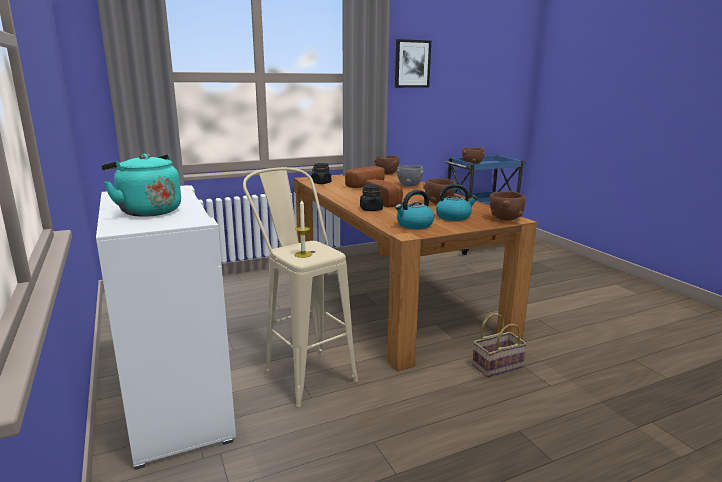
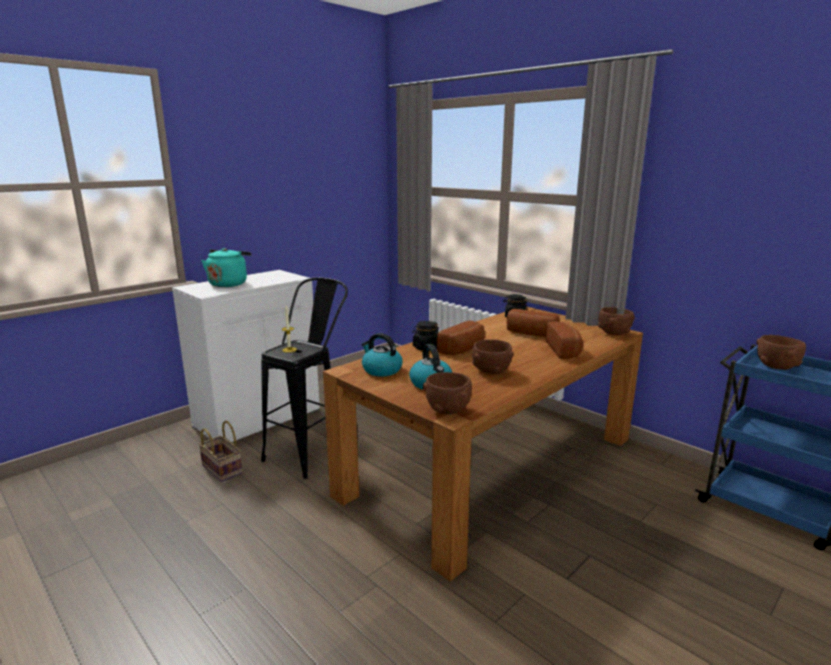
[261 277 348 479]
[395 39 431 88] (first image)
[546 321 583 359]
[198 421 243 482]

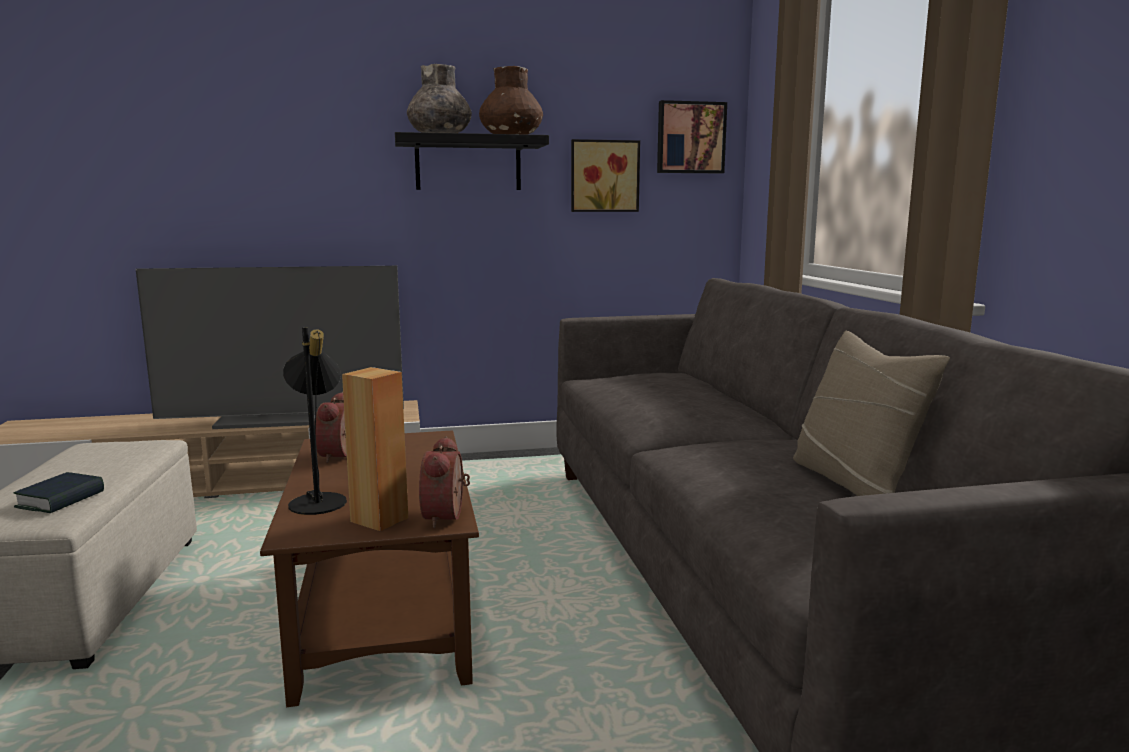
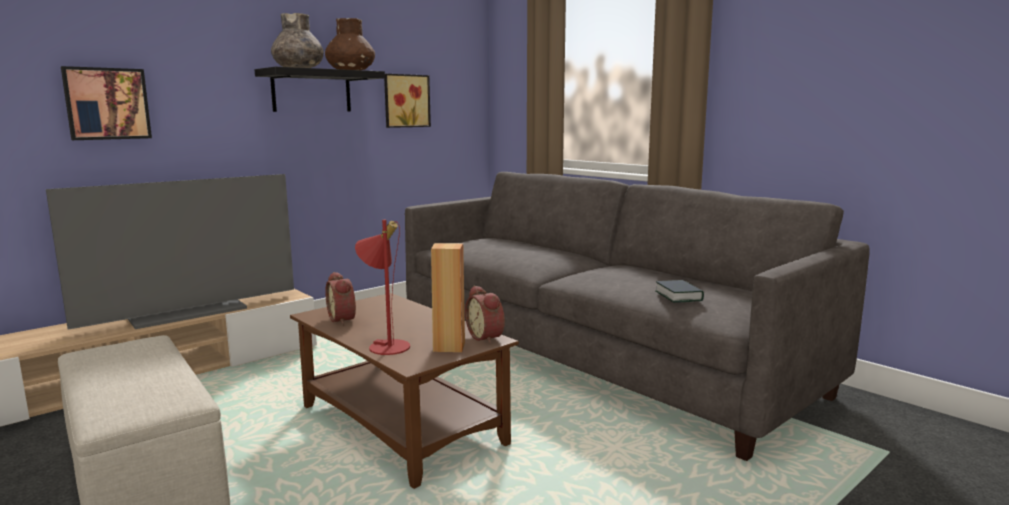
[655 280 704 303]
[355 220 410 355]
[61 66 152 140]
[793 331 950 496] (first image)

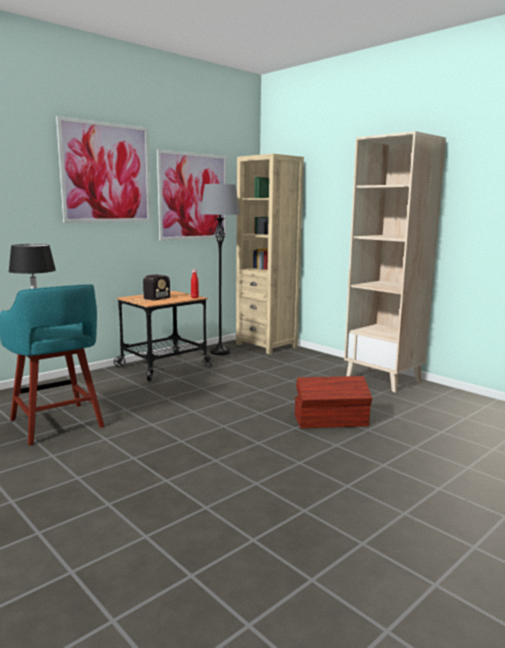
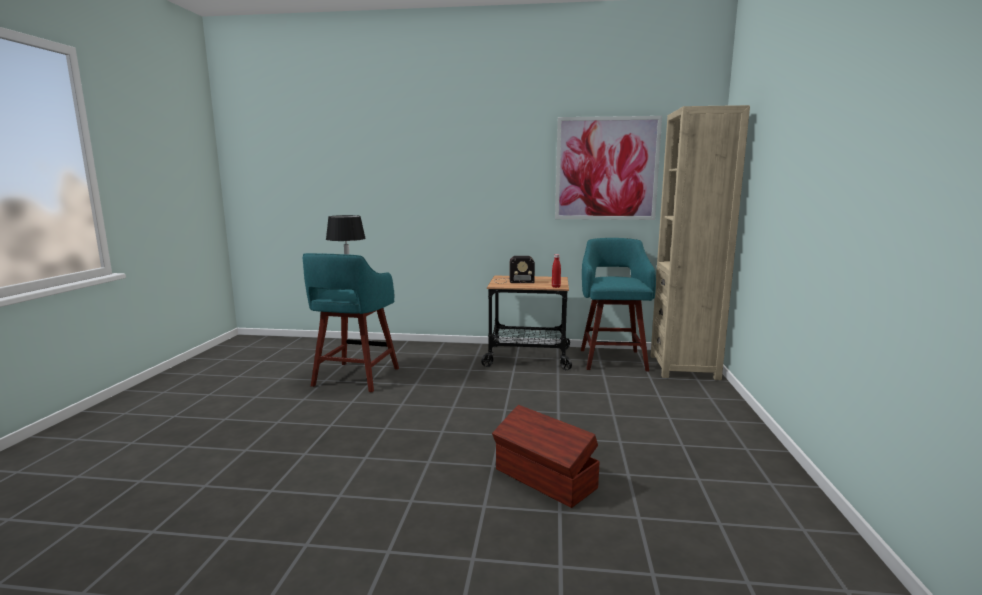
[56 116 151 223] (first image)
[581 238 656 372]
[344 131 446 393] (first image)

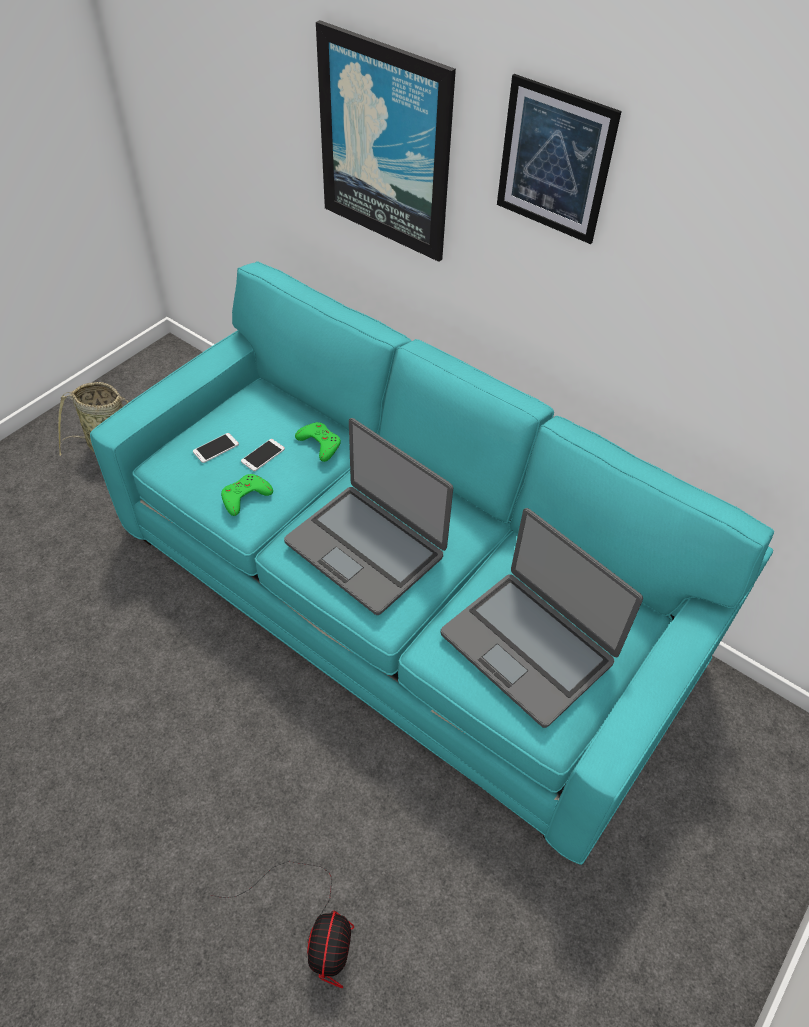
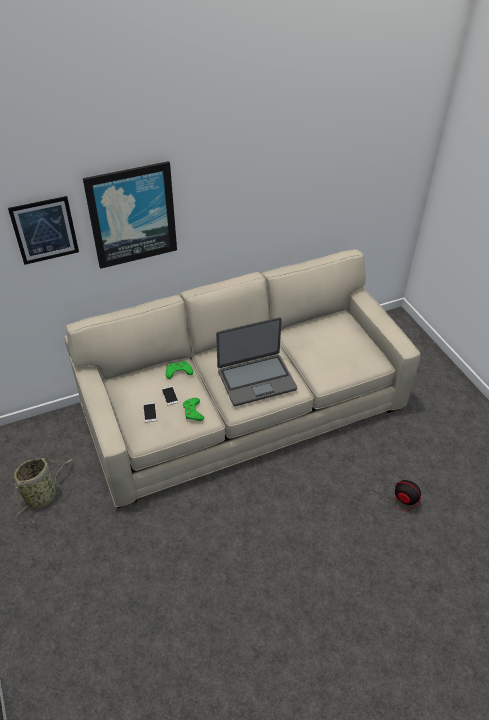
[64 249 421 508]
[441 508 643 728] (first image)
[8 196 79 265]

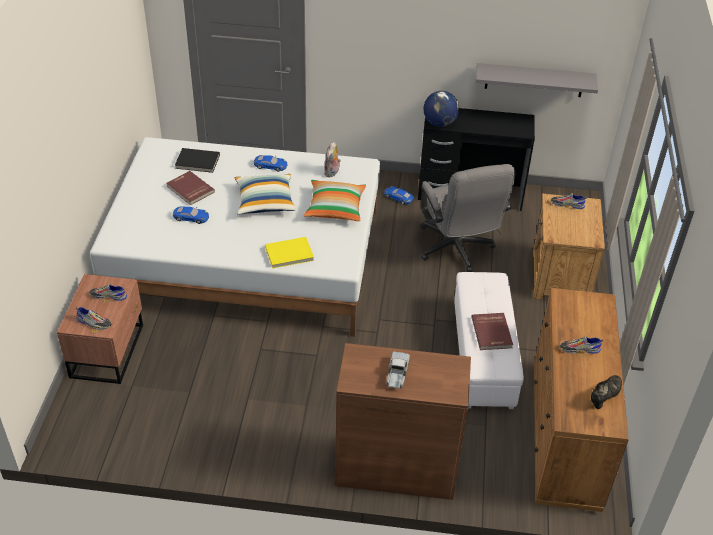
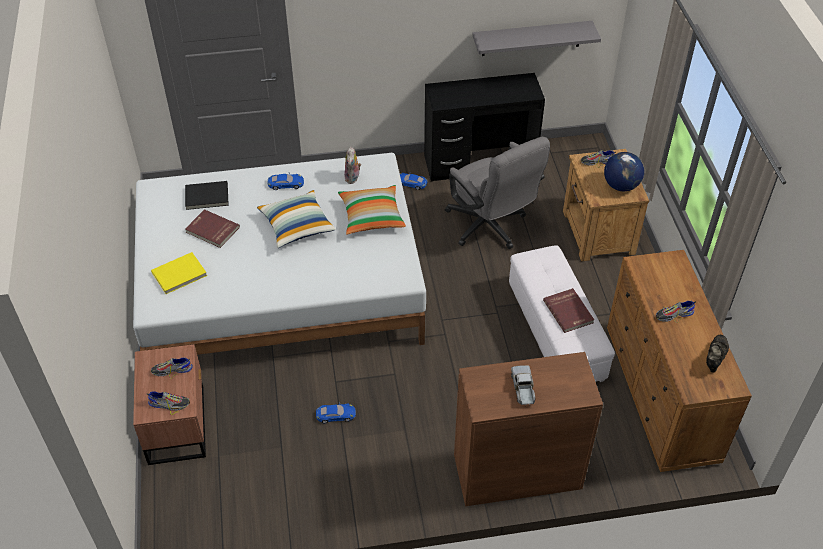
[316 402 356 423]
[151 252 207 294]
[604 152 644 191]

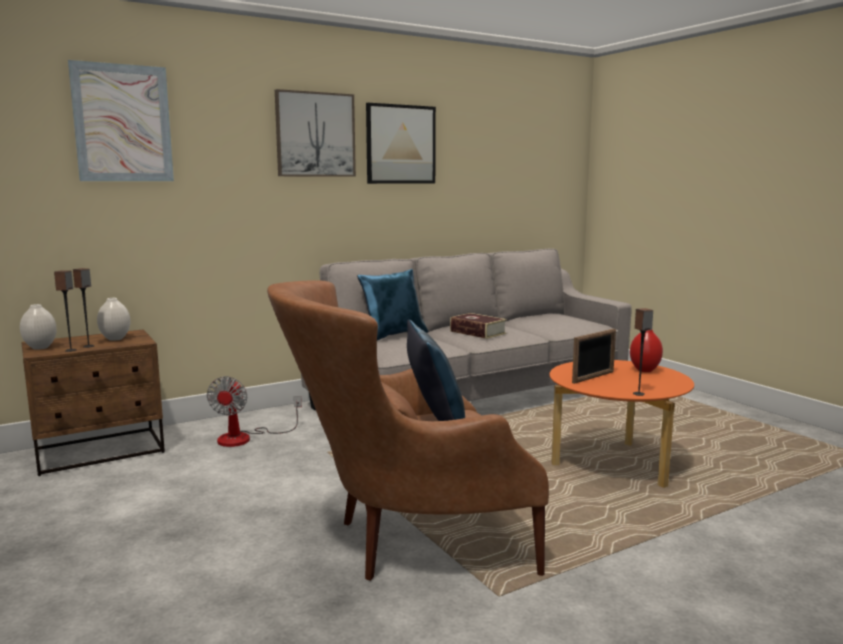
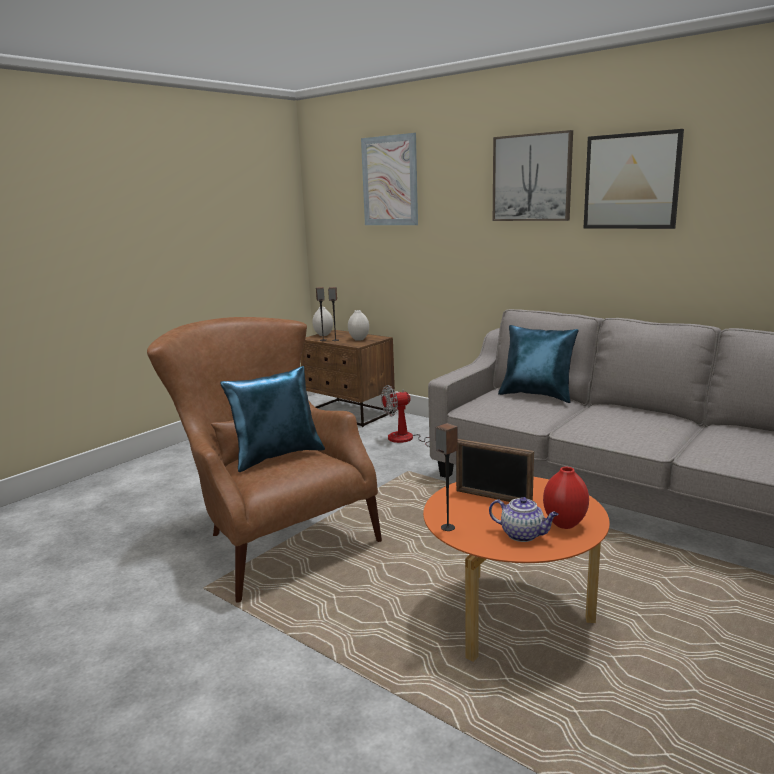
[450 313 507 339] (first image)
[489 497 559 542]

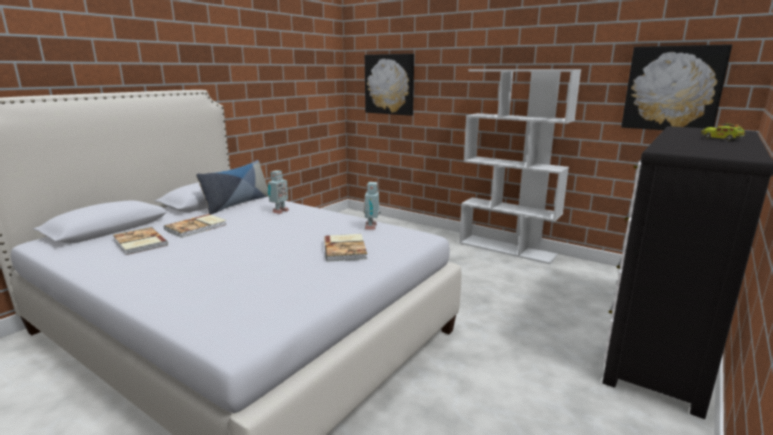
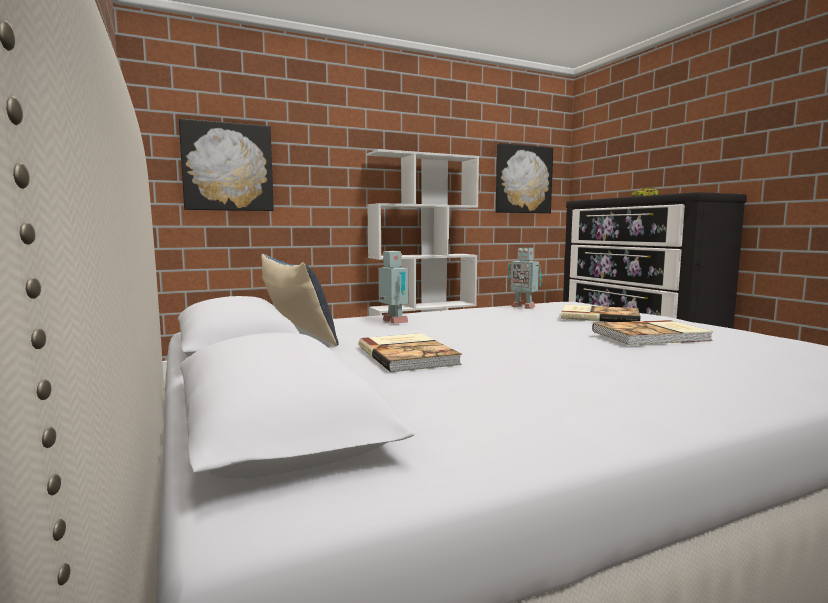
[592 320 714 345]

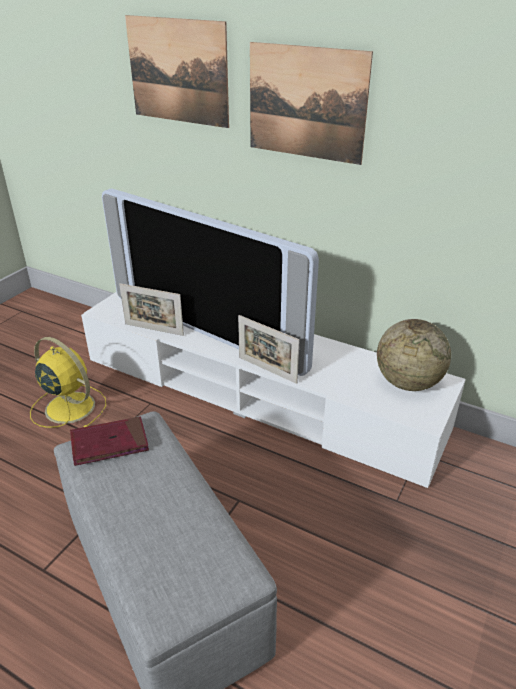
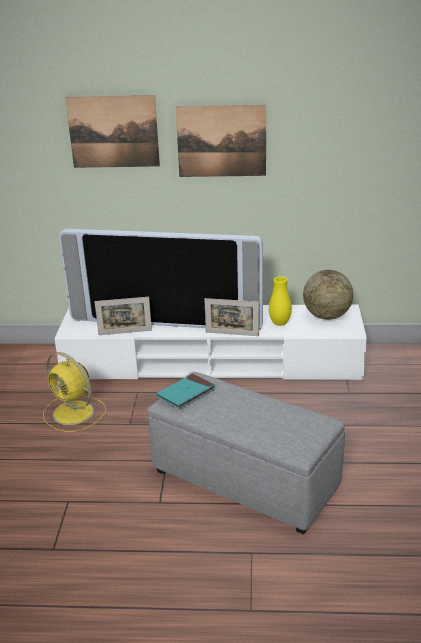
[43 352 106 432]
[156 374 216 409]
[269 276 292 326]

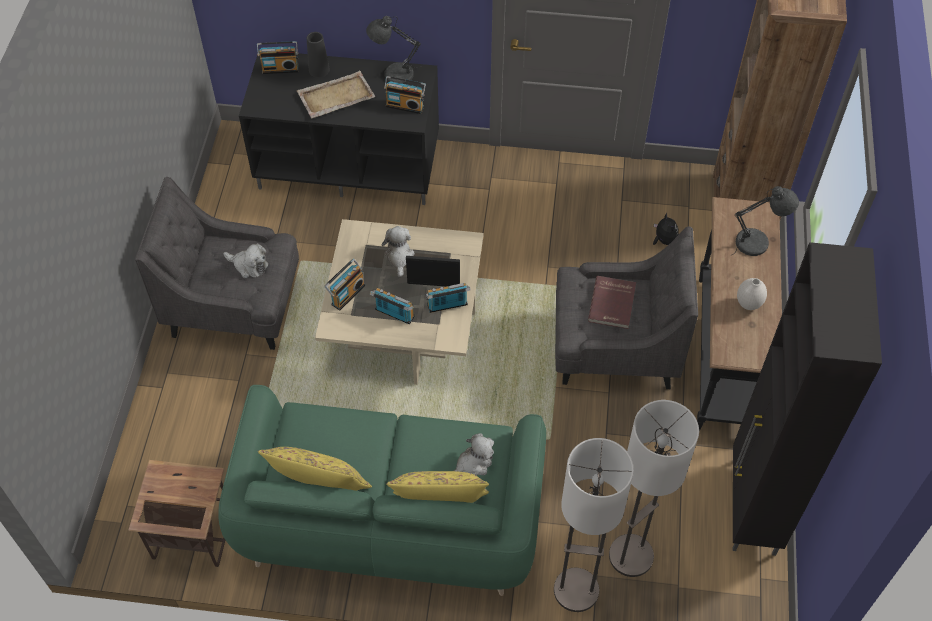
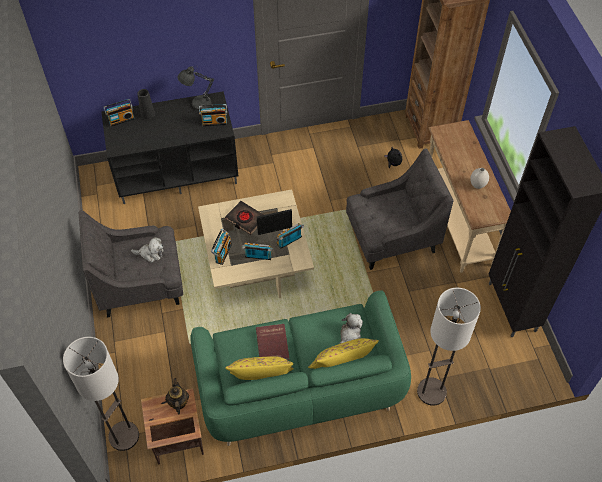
[297 71 375 118] (first image)
[225 201 263 235]
[256 324 289 360]
[63 337 139 451]
[428 120 511 273]
[732 186 799 256] (first image)
[165 378 189 415]

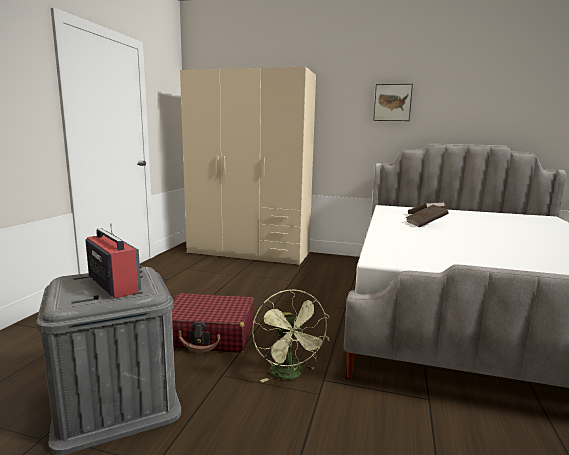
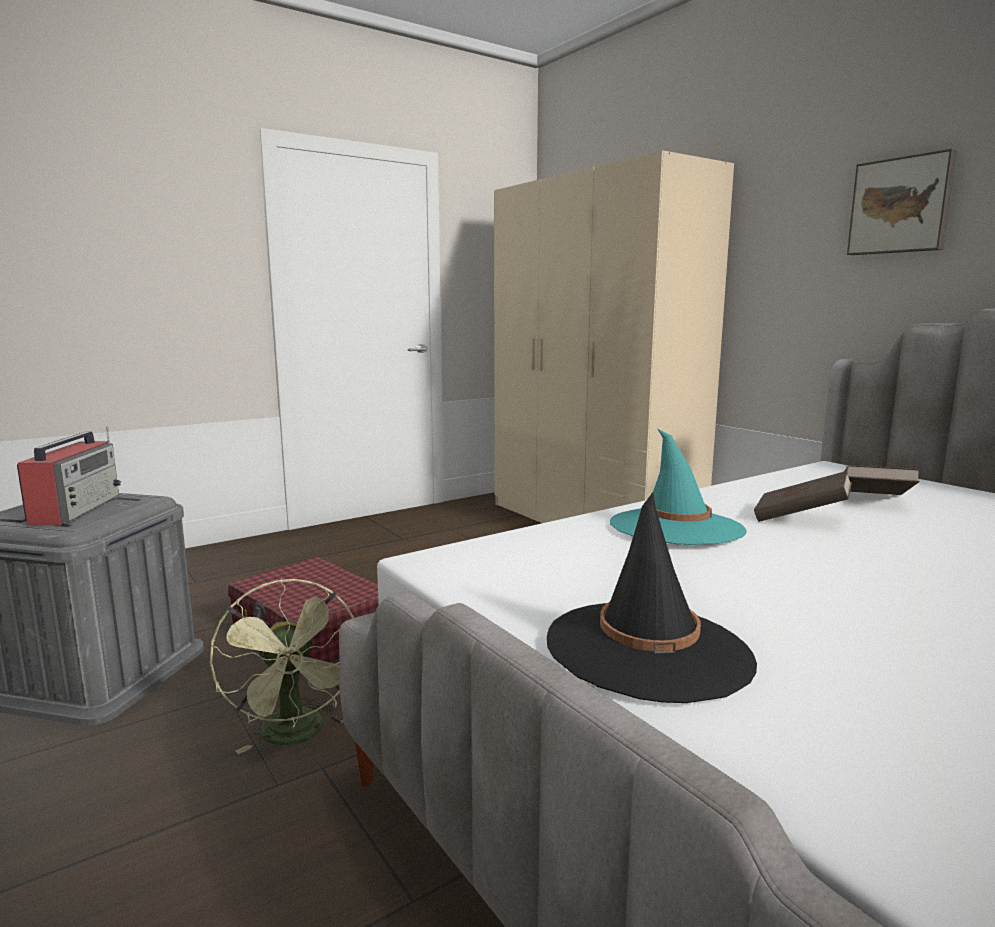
[210 579 354 754]
[547 492 757 703]
[610 428 746 545]

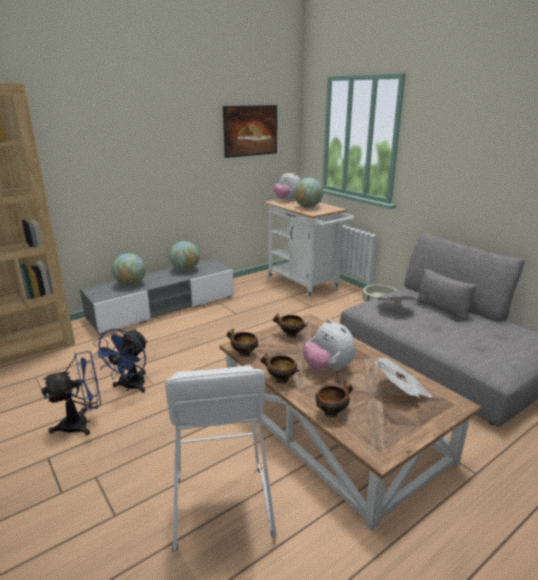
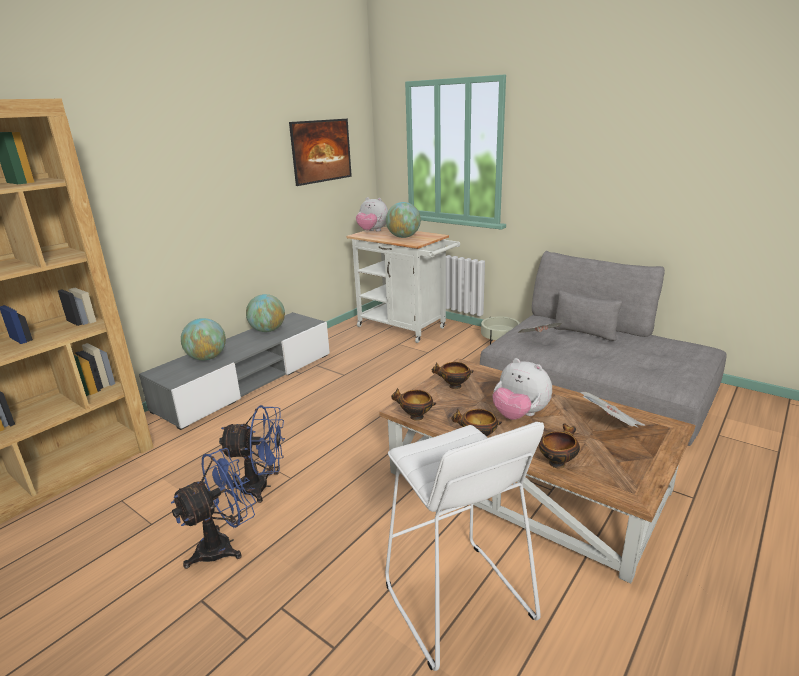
[219 405 285 503]

